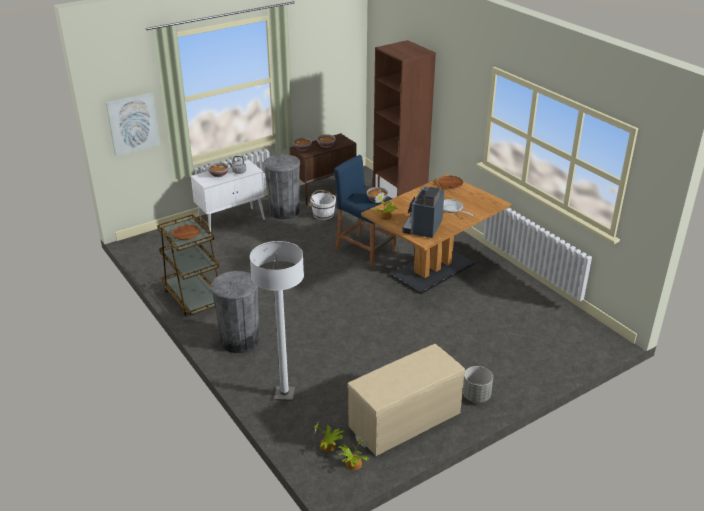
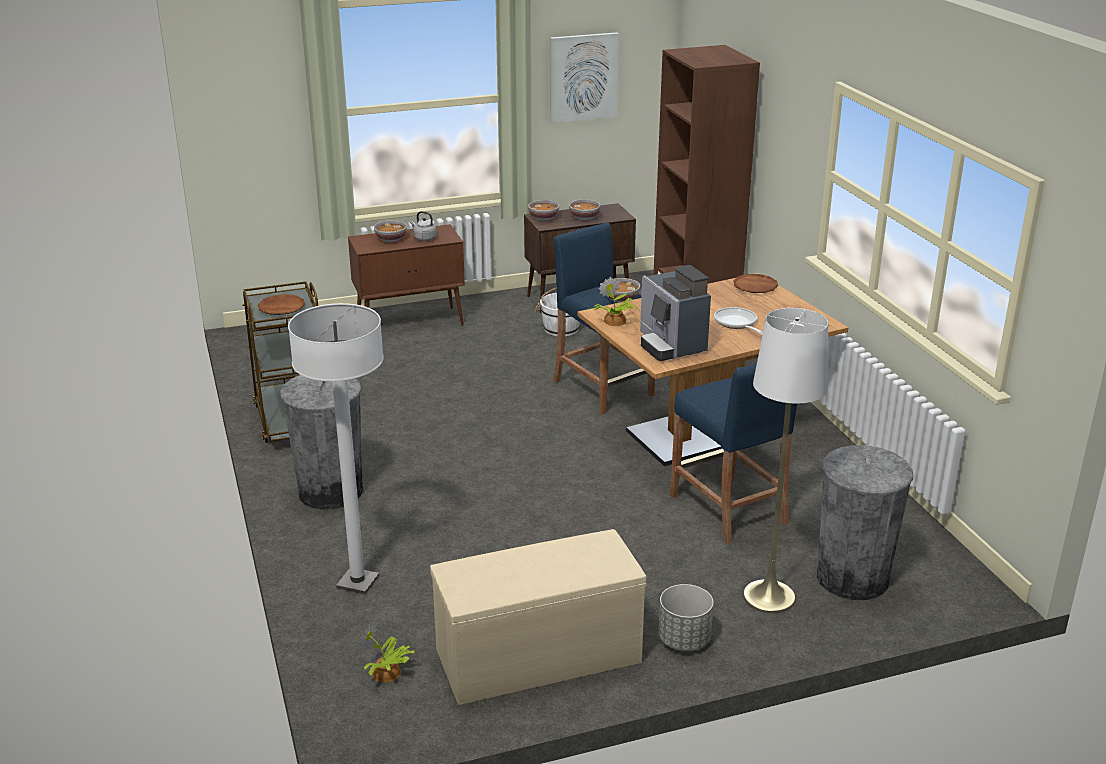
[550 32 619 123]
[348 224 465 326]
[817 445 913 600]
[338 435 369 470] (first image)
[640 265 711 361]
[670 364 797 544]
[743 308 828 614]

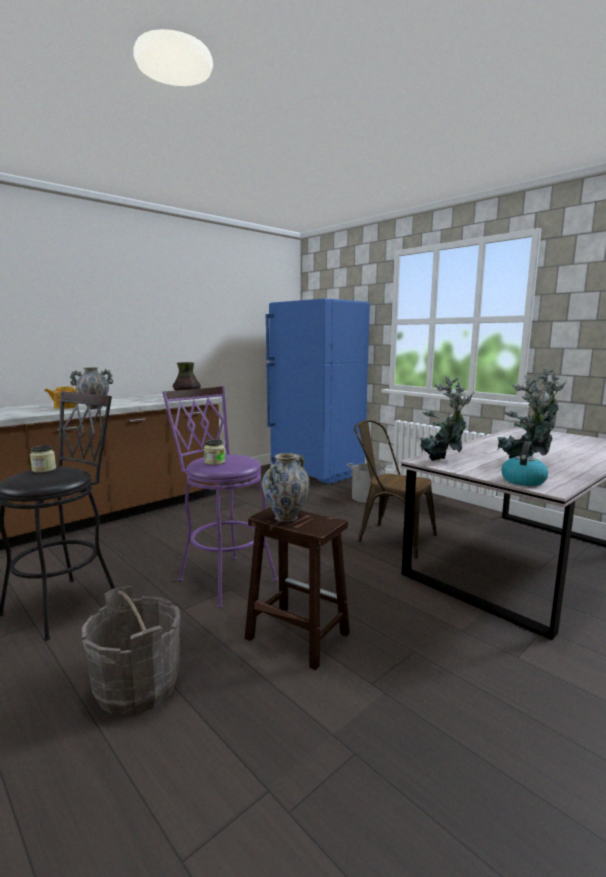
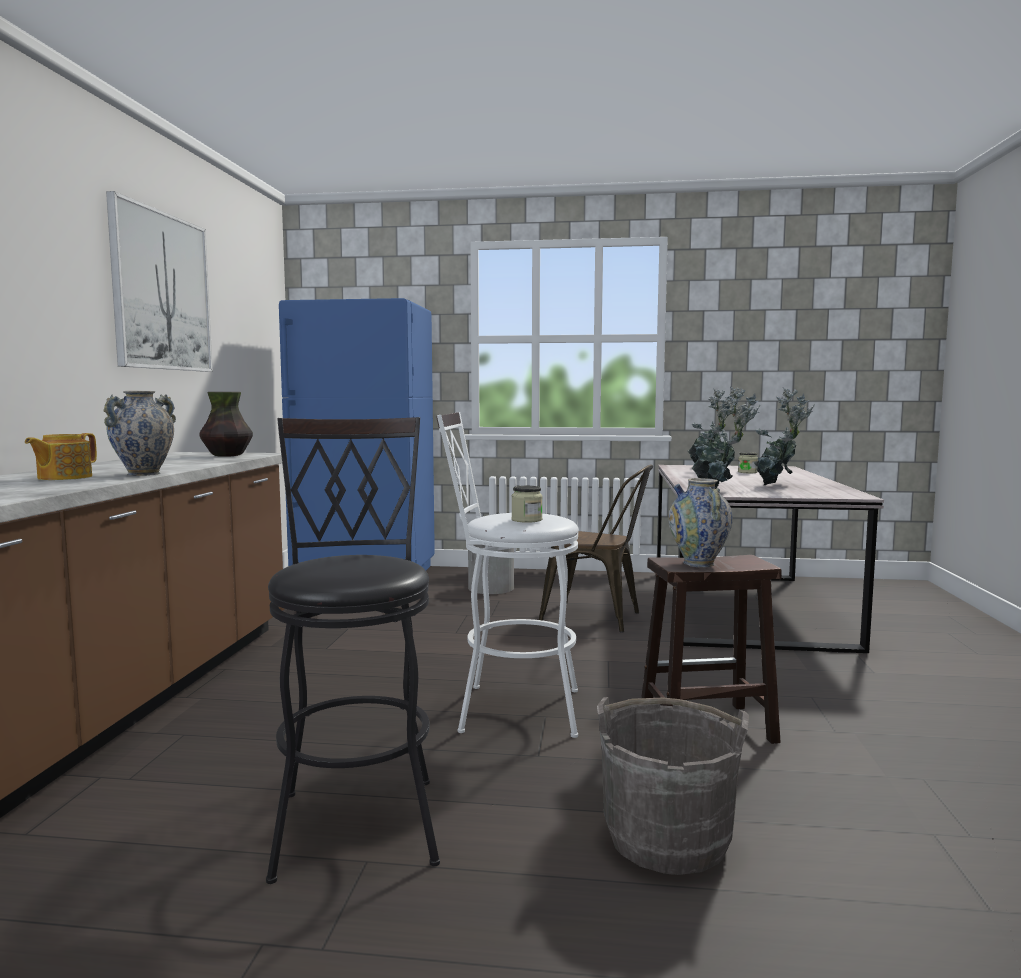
[738 452 758 473]
[436 412 579 738]
[539 465 653 633]
[502 441 548 486] (first image)
[106 191 213 372]

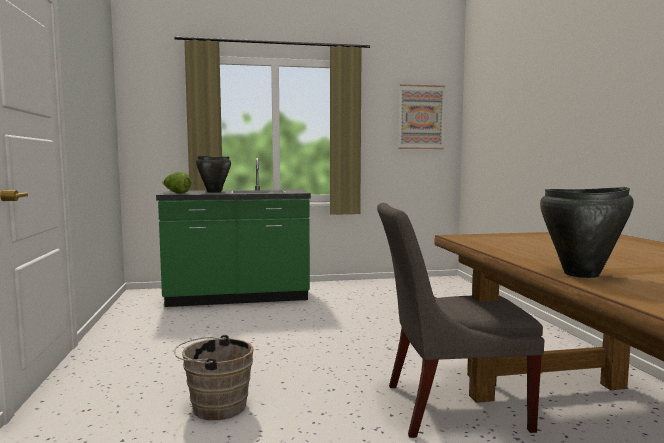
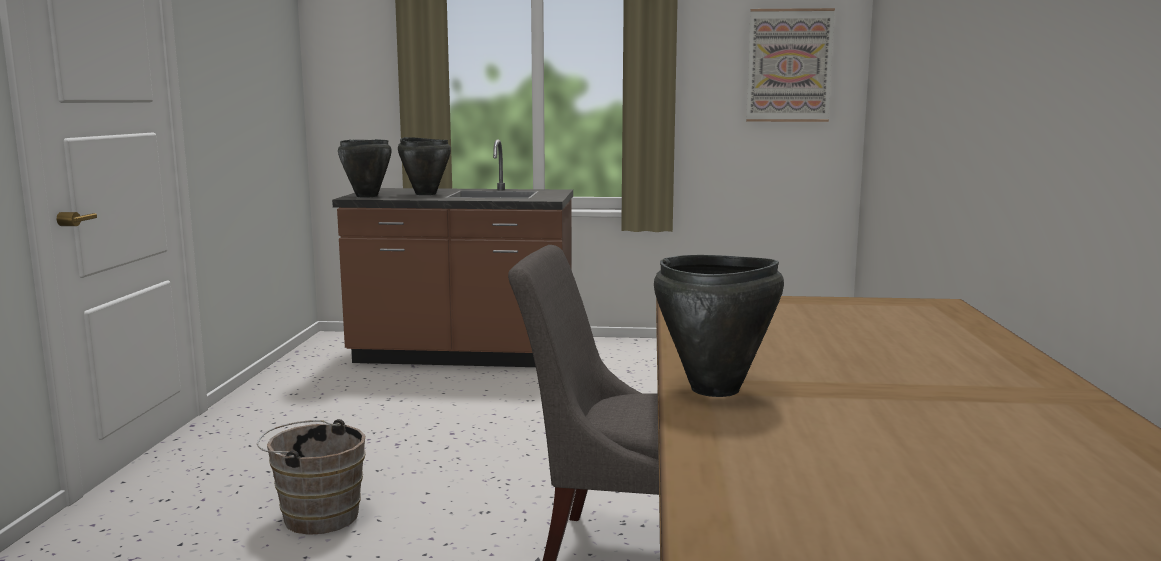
[332 139 573 367]
[338 139 392 198]

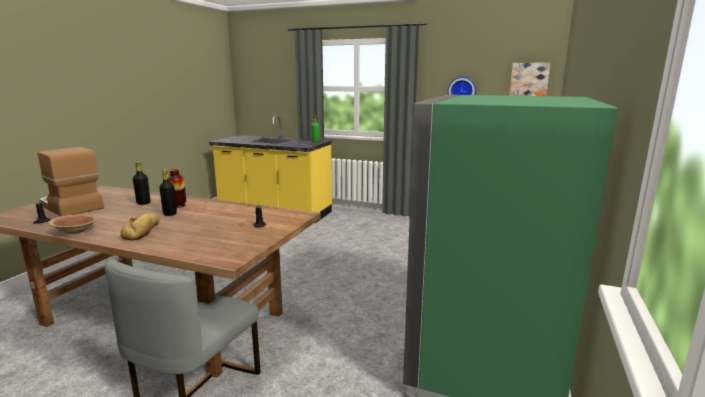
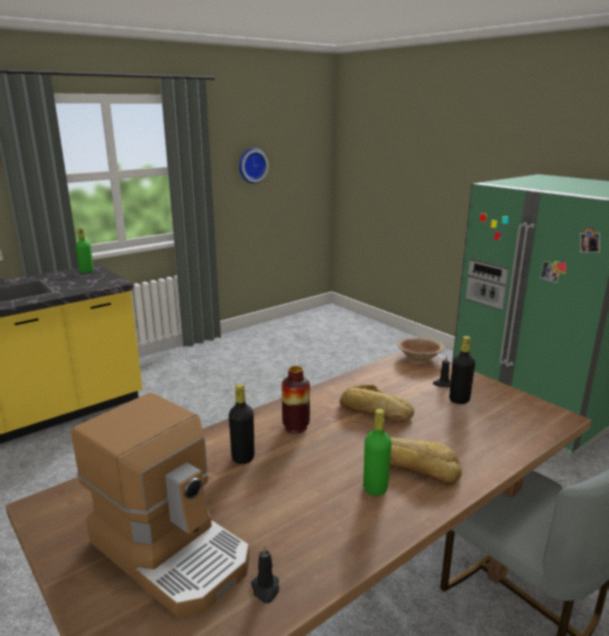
[71 393 250 618]
[397 338 445 361]
[449 336 475 404]
[509 63 550 96] (first image)
[340 385 414 422]
[363 409 392 496]

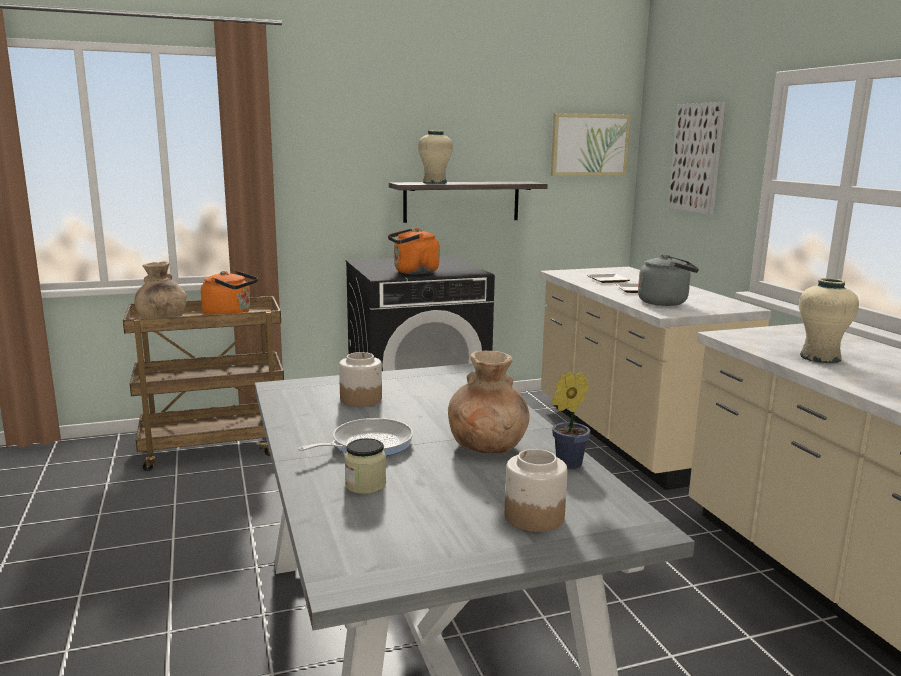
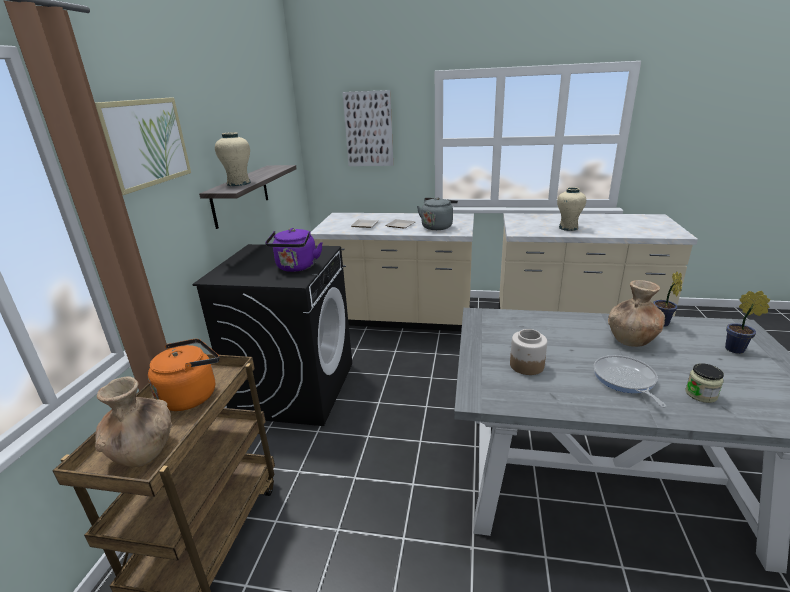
[265 228 322 272]
[725 291 770 354]
[95 97 191 196]

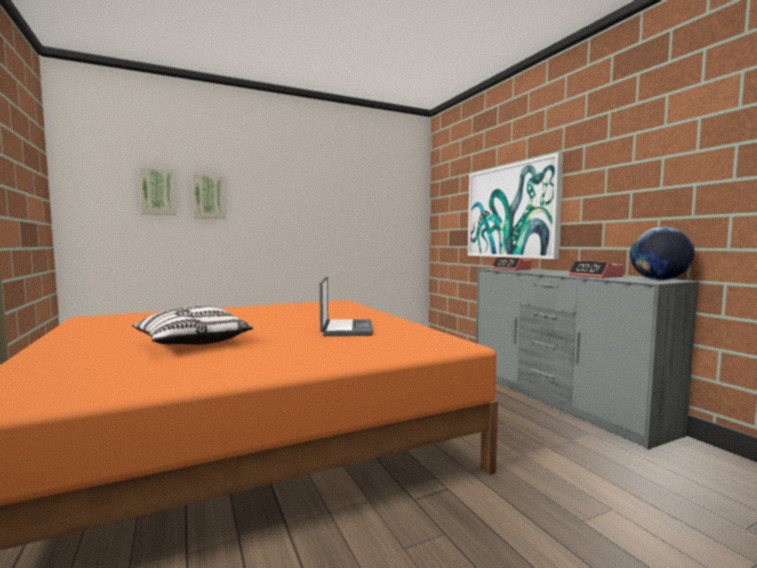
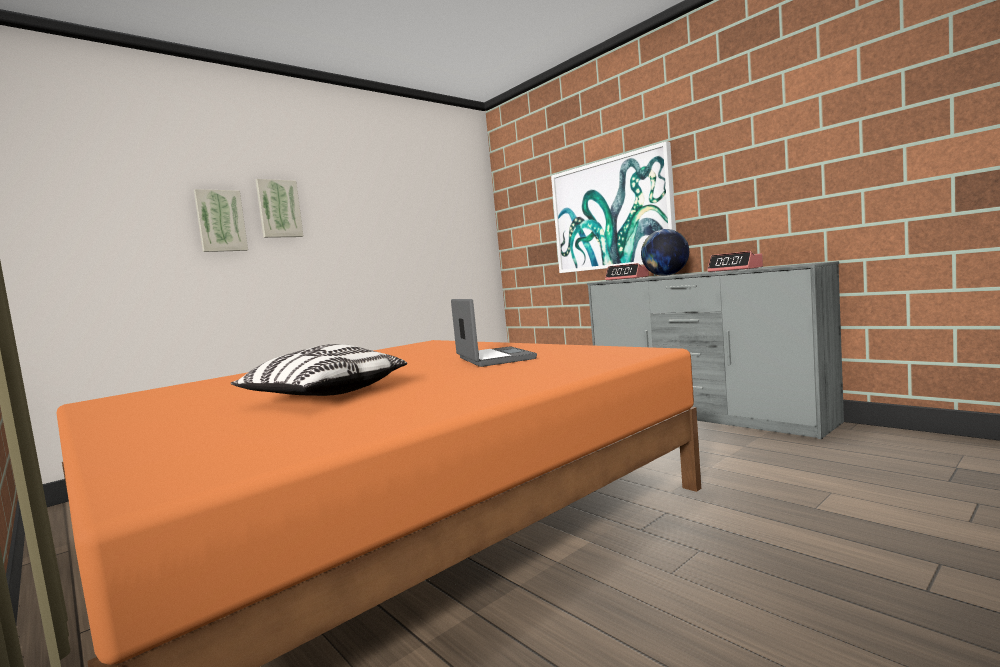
[256 179 303 238]
[641 229 689 276]

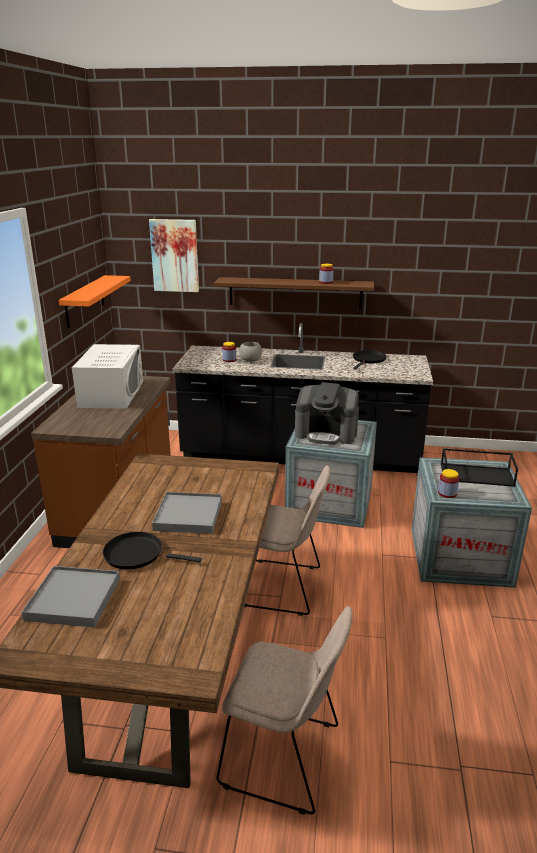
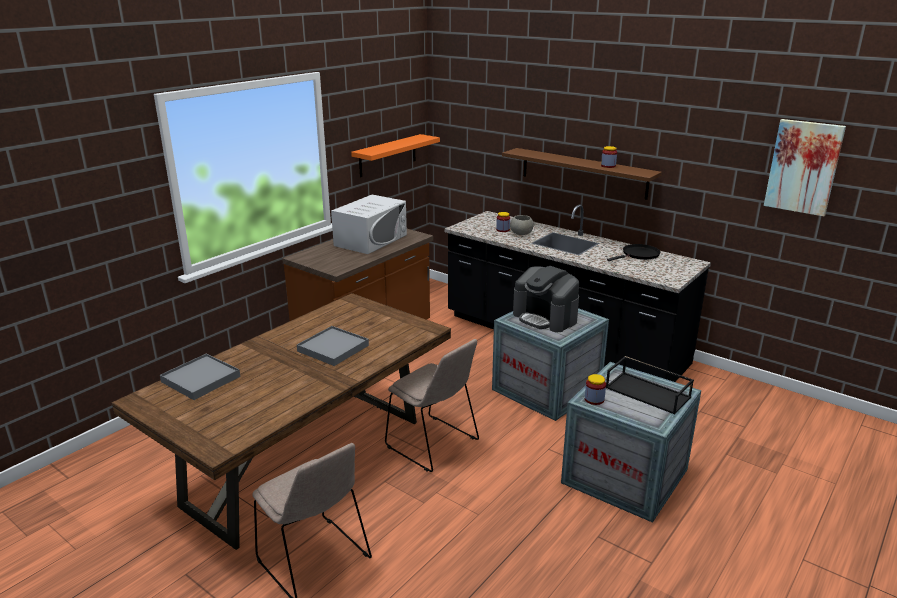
[103 532 202 569] (first image)
[764 119 846 216]

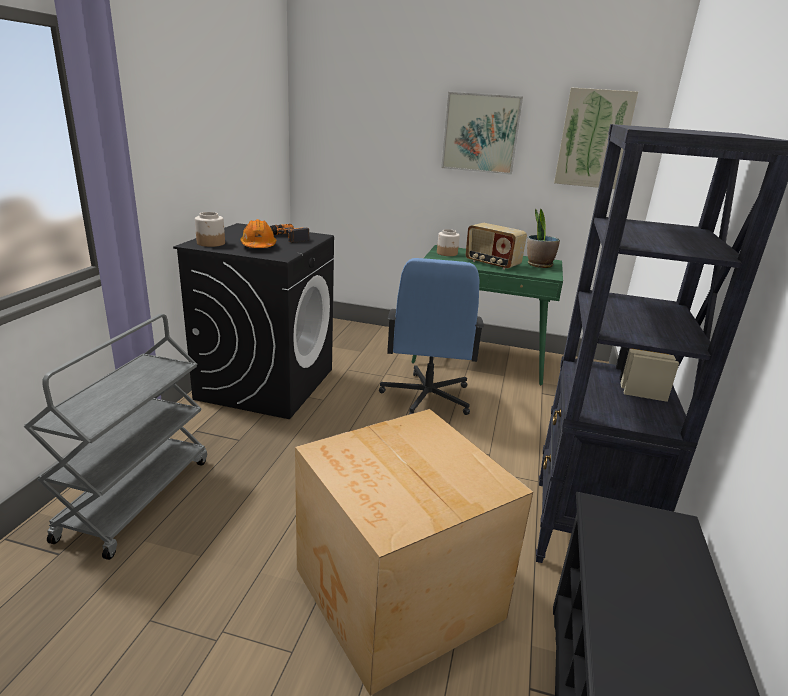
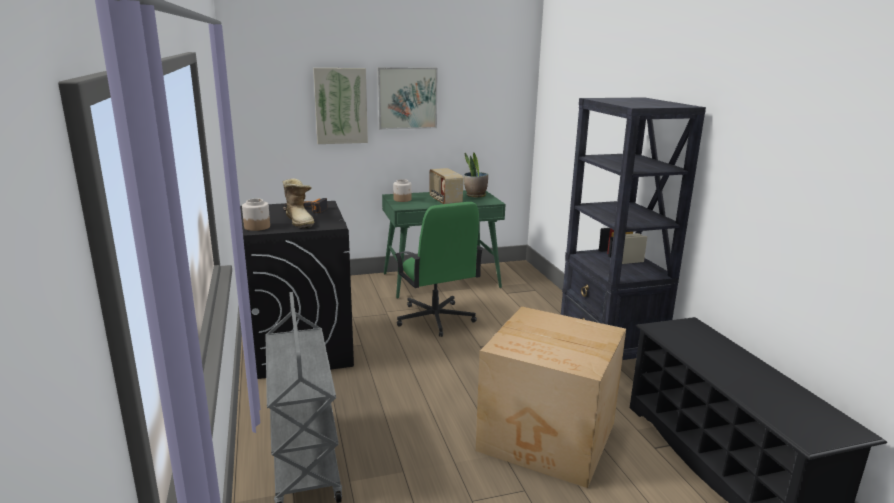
[283 178 315 229]
[395 202 483 337]
[429 168 464 204]
[313 68 368 144]

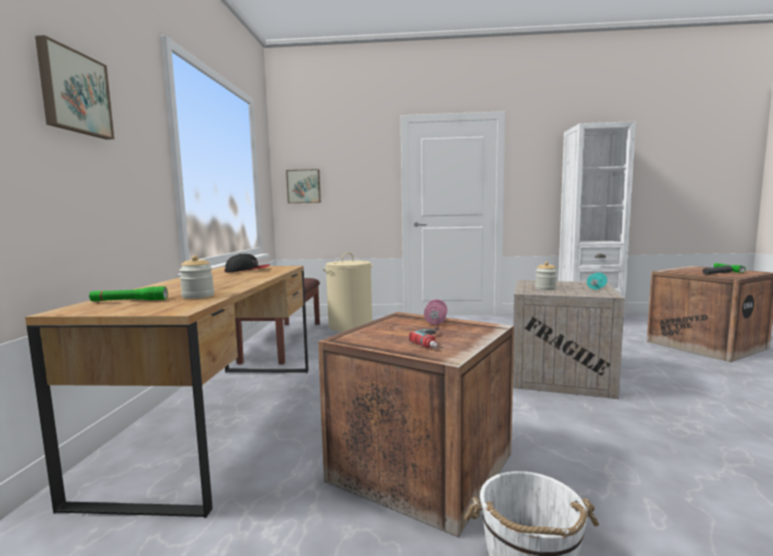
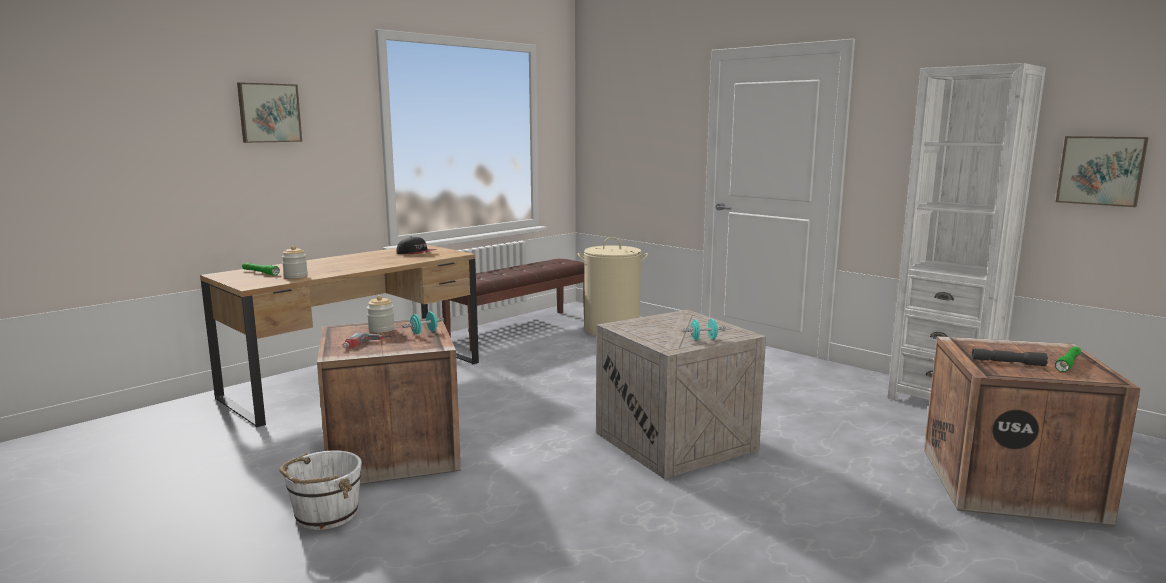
[1056 136 1149 207]
[402 312 444 334]
[367 295 395 333]

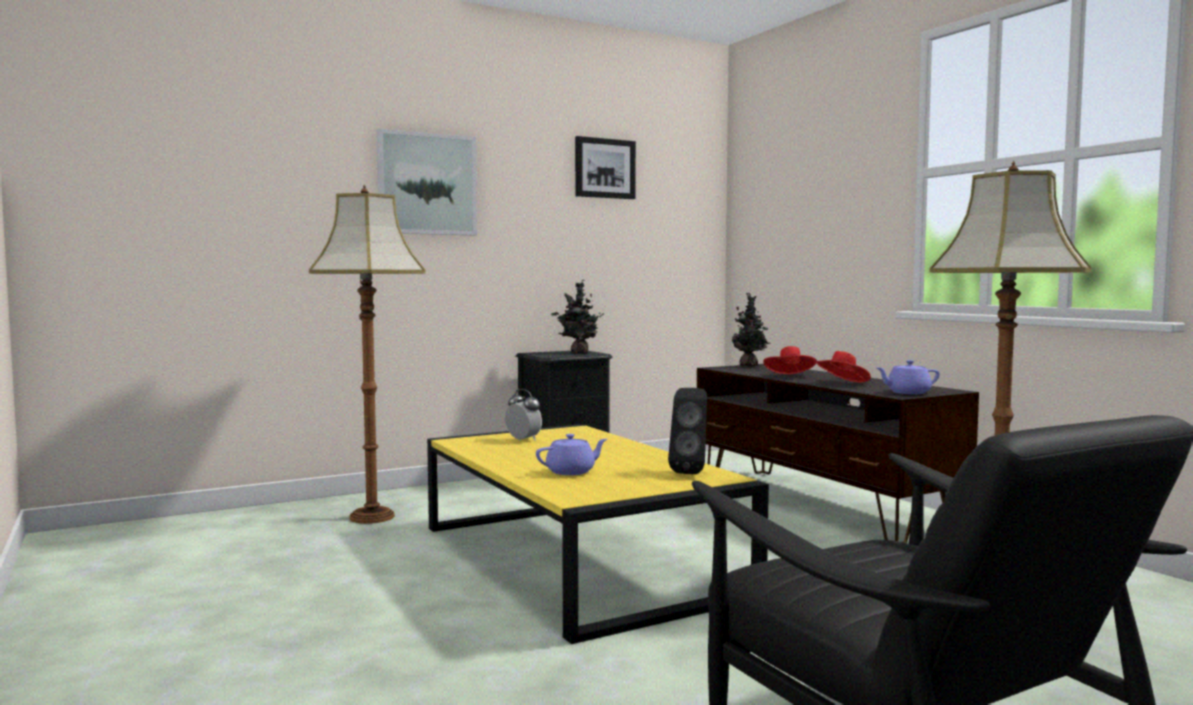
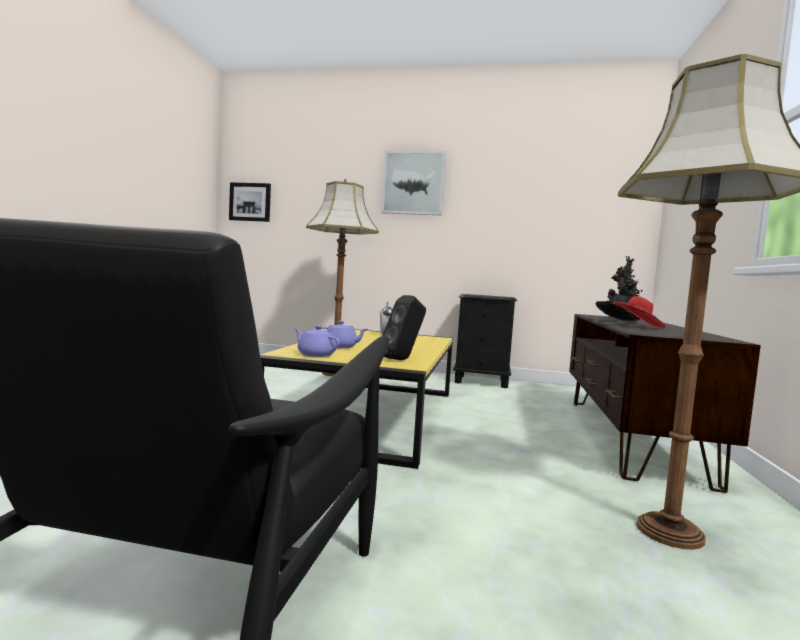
[551 280 604 354] (first image)
[229 182 271 222]
[596 295 640 322]
[294 326 340 357]

